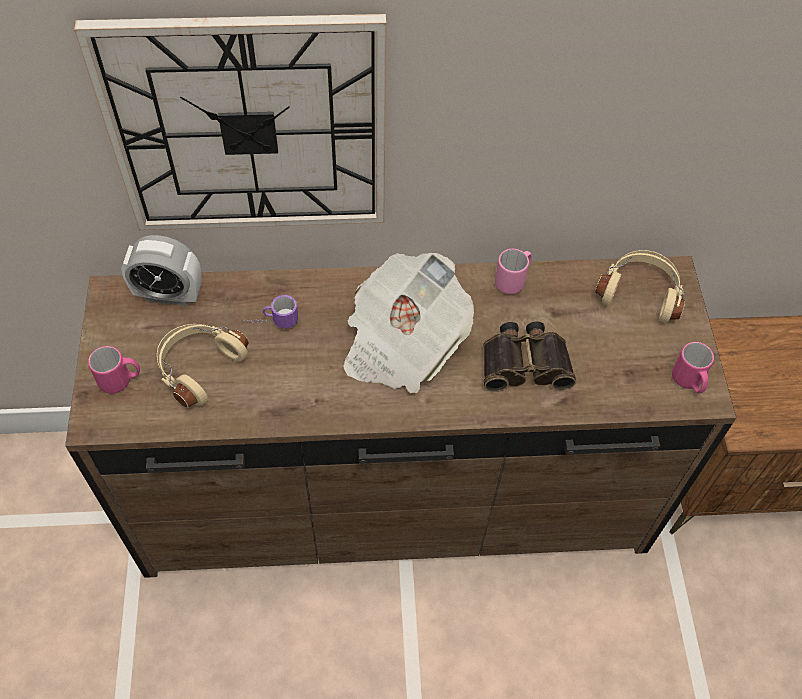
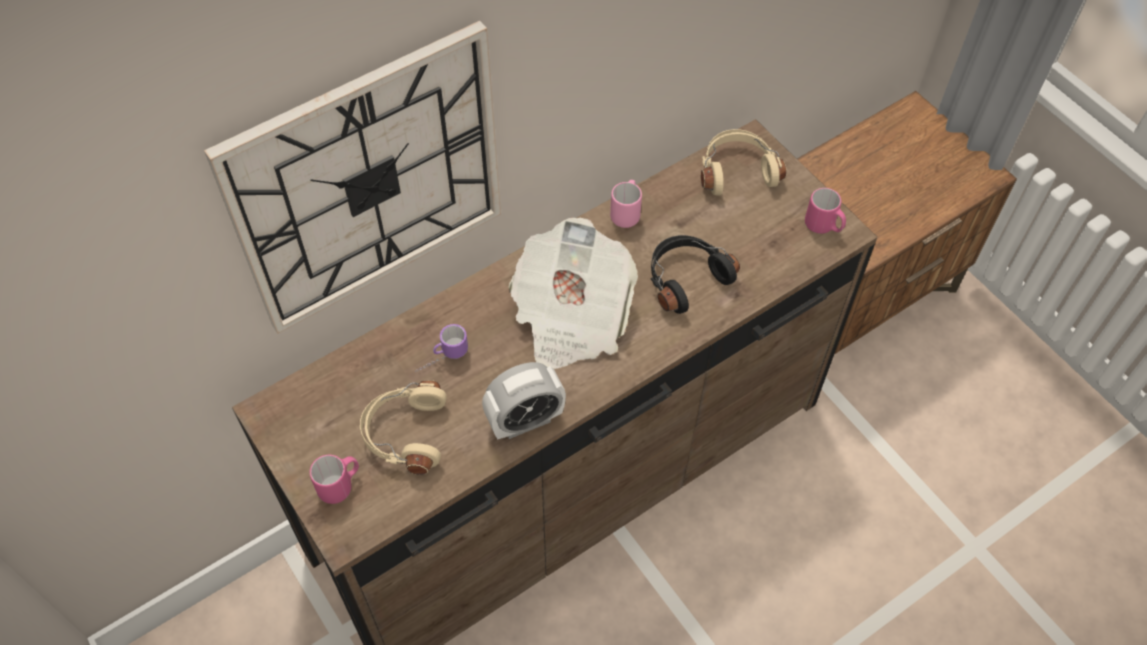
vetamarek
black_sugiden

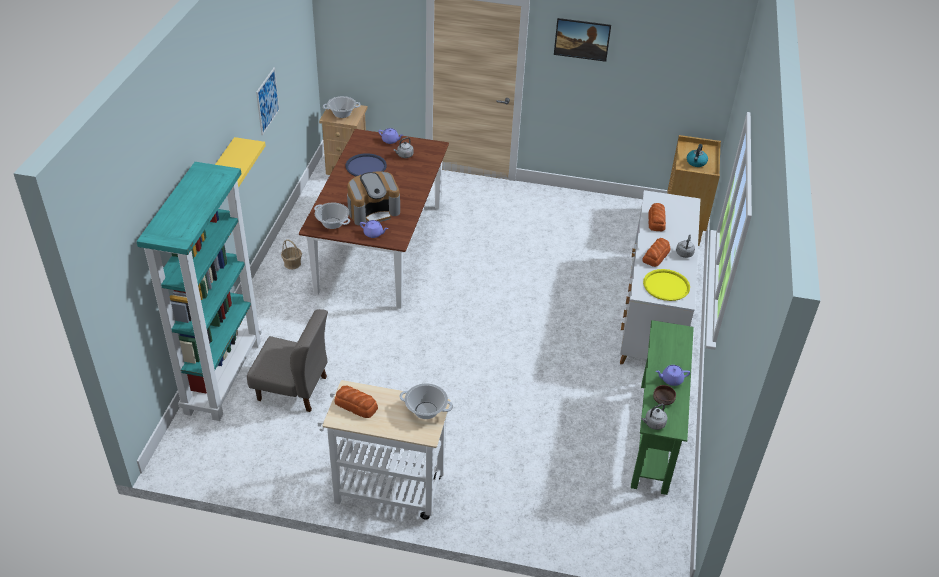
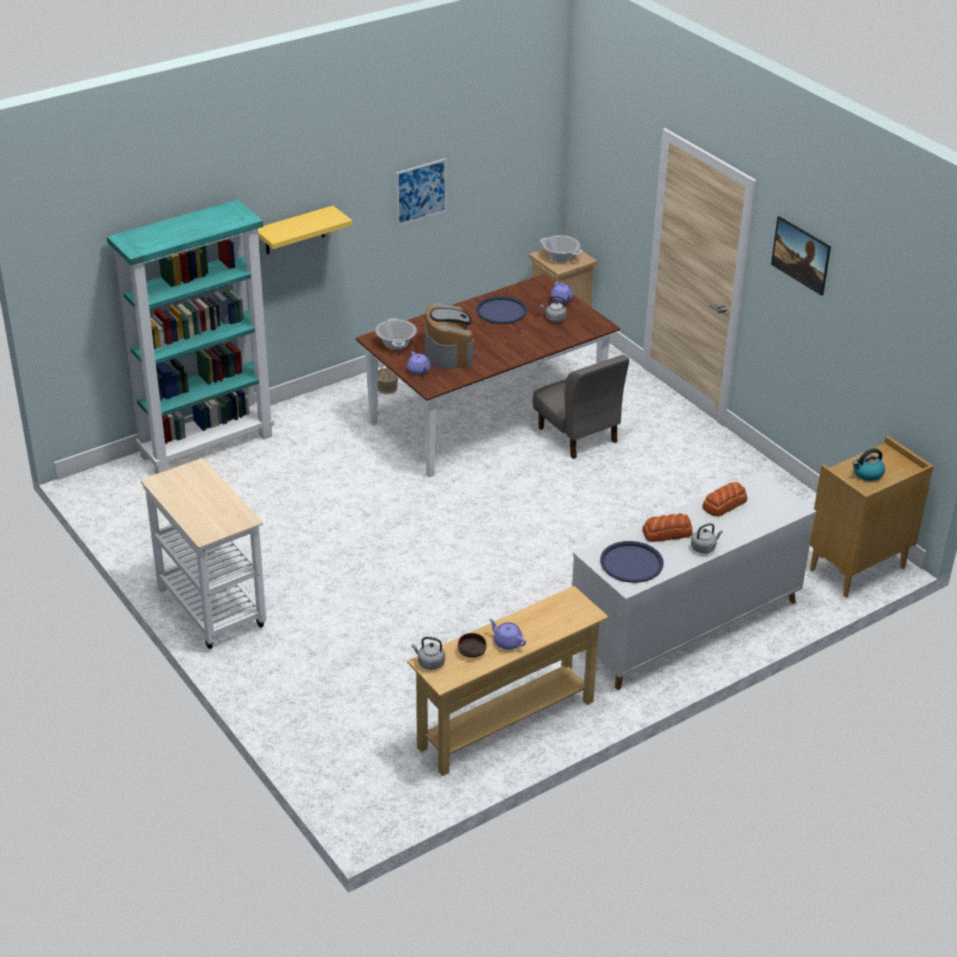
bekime
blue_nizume (2nd from left)
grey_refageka
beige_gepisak
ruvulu (3rd from left in the first image)
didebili (1st from left in the first image)

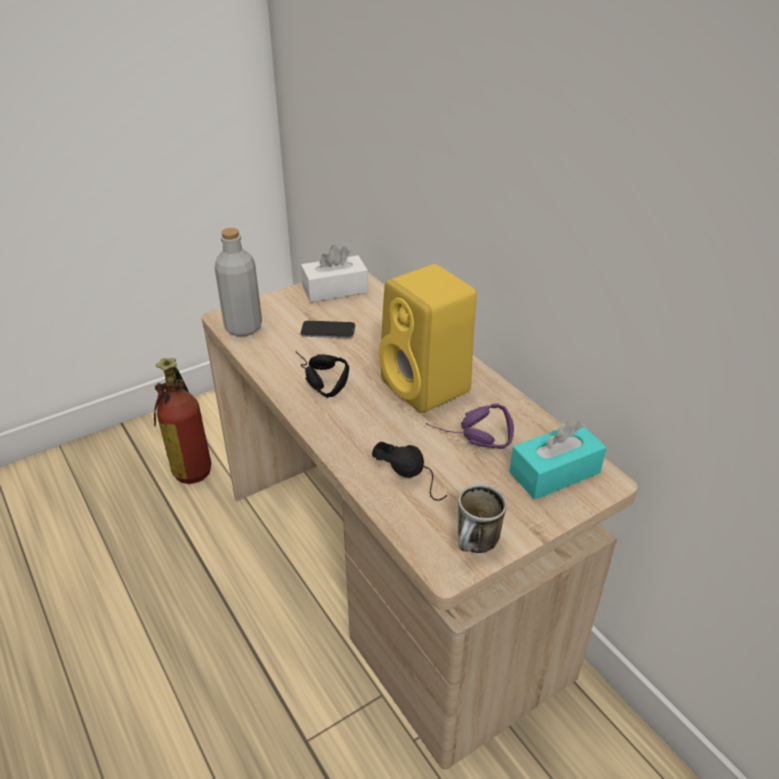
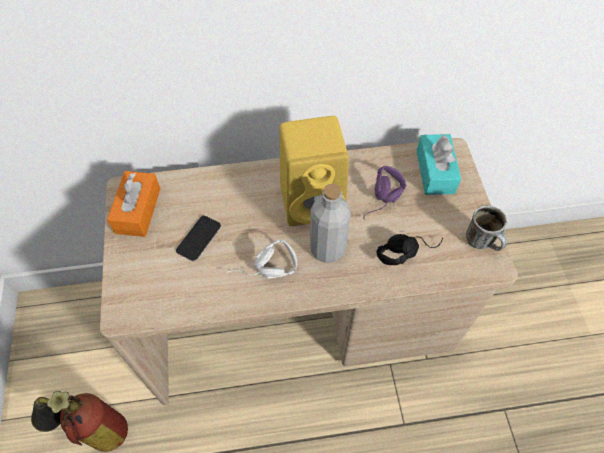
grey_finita
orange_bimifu
white_sugiden

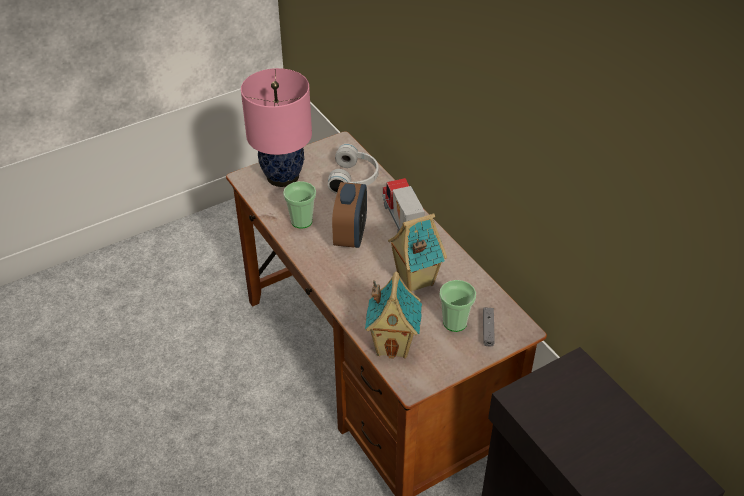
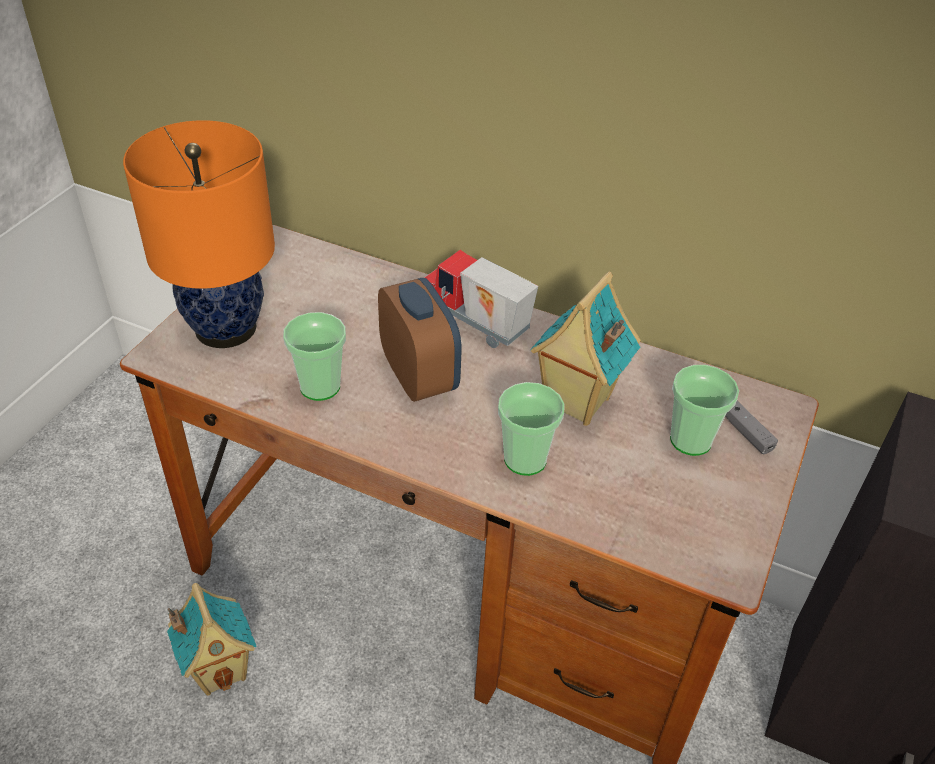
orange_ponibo
white_sugiden
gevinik (1st from left)
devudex (2nd from left)

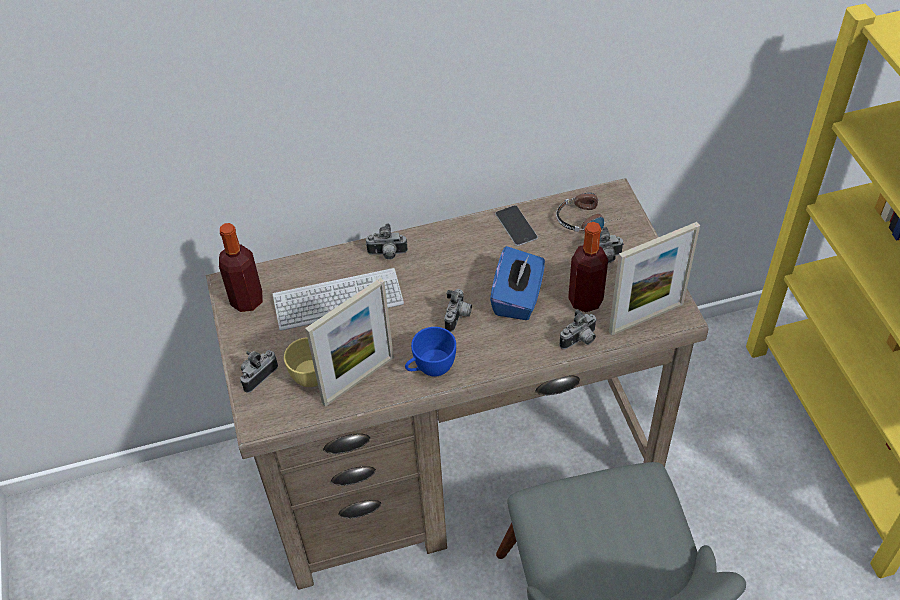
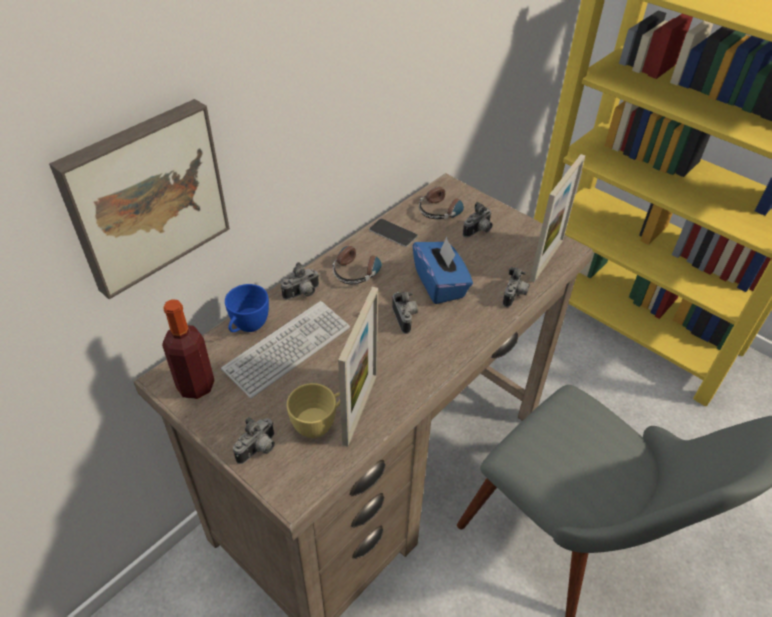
finita (2nd from left in the first image)
blue_devudex
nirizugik (1st from left)
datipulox
sugiden (1st from left)

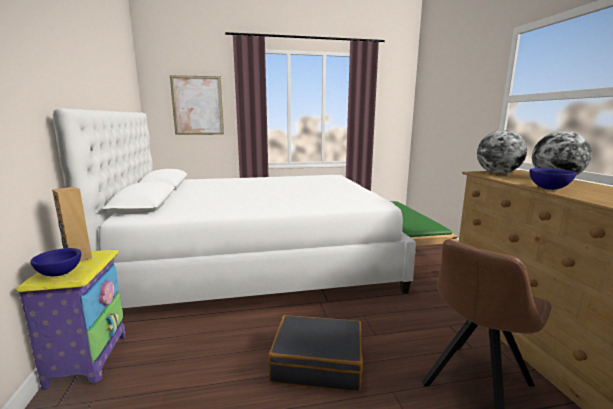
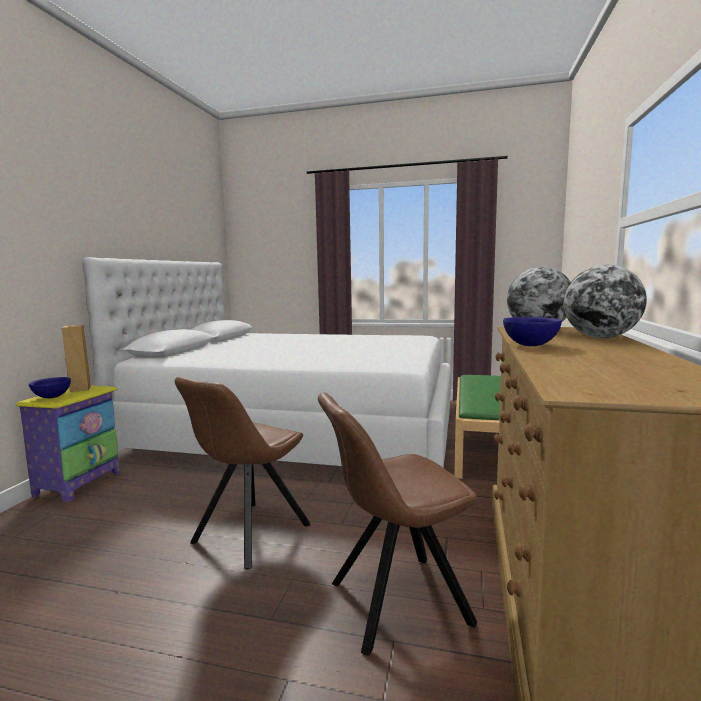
datipulox
brown_refageka (1st from left)

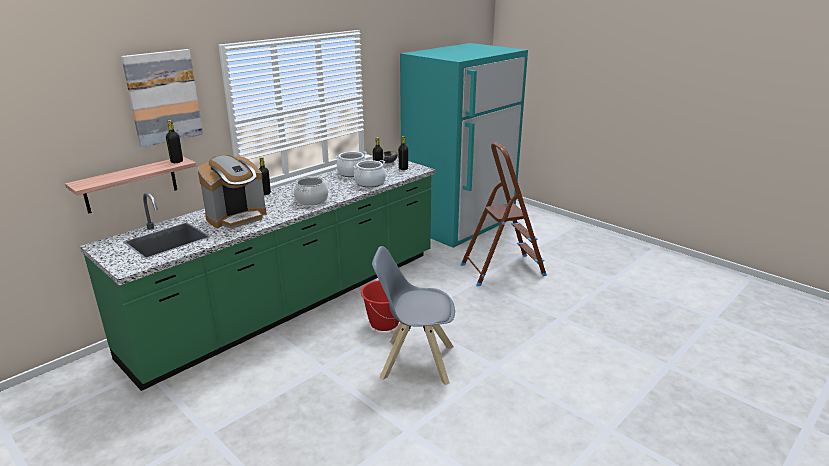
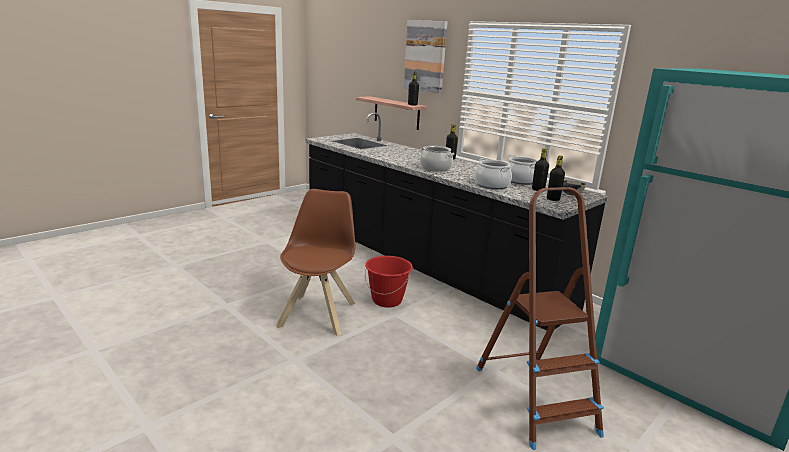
bekime
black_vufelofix
brown_refageka

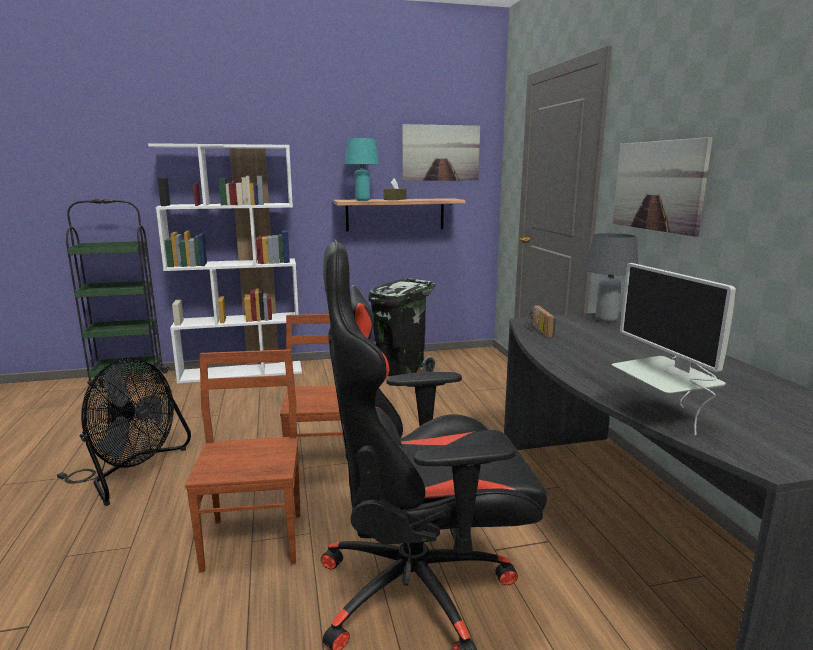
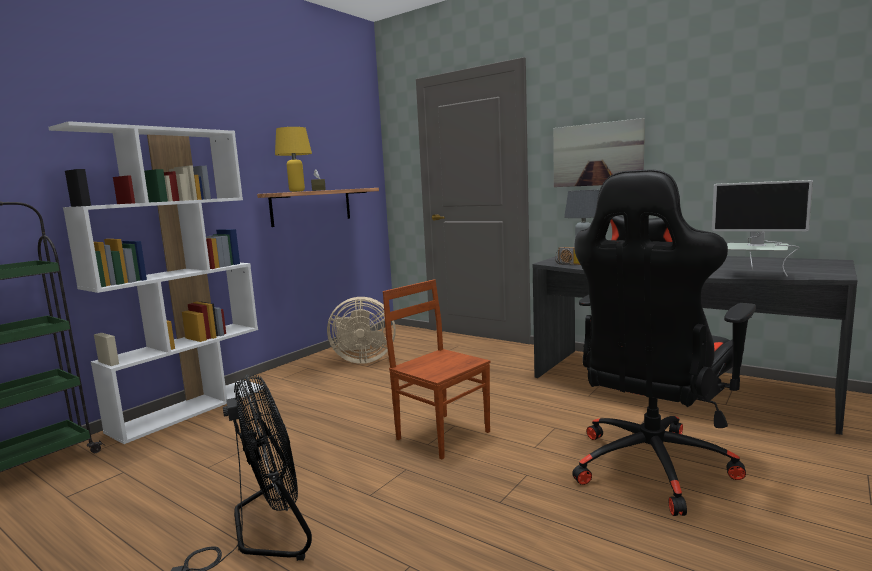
datipulox (1st from left in the first image)
yellow_ponibo
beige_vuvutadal
brown_refageka (1st from left in the first image)

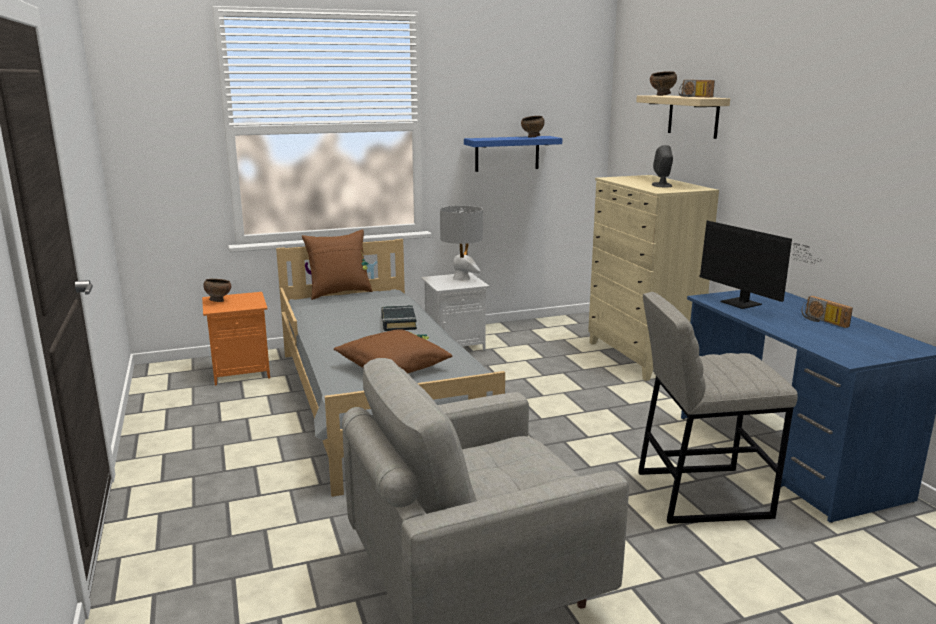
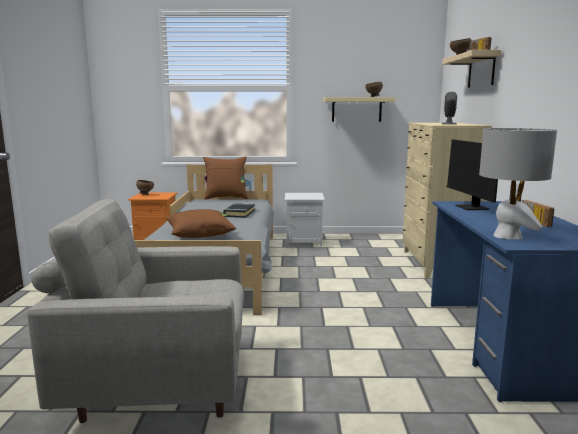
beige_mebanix (1st from left)
grey_ponibo
grey_refageka

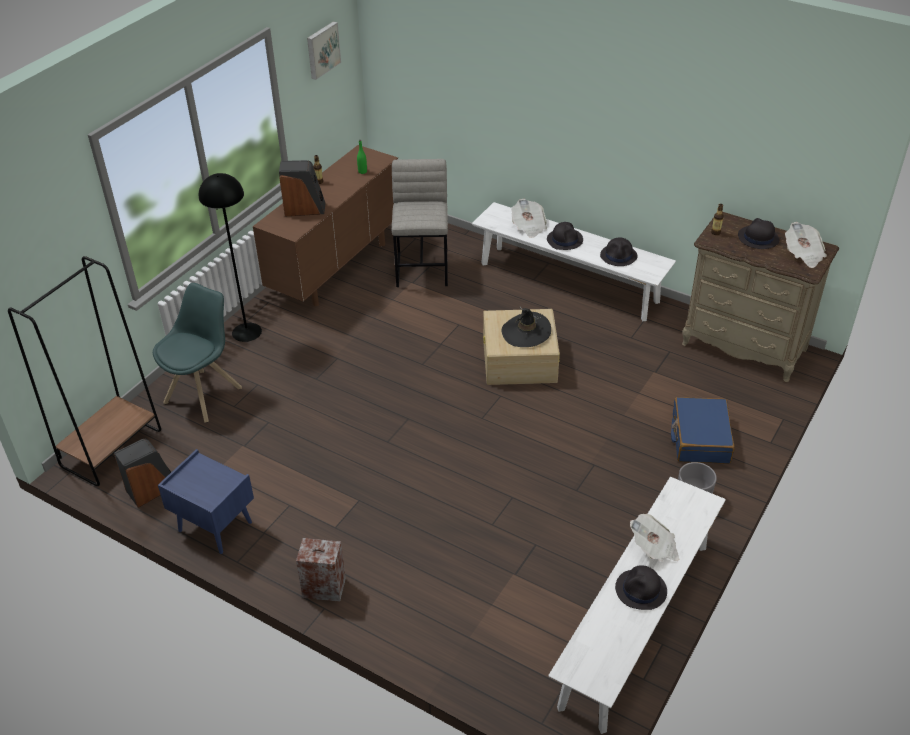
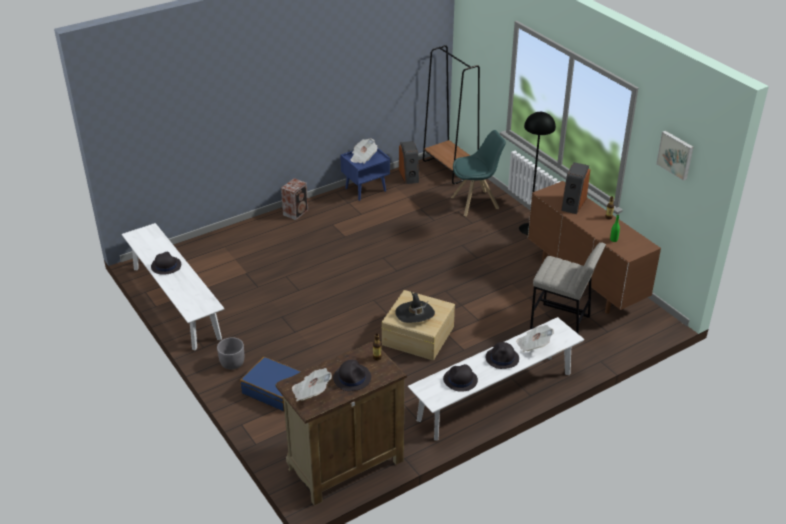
turquoise_refageka
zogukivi (2nd from left)

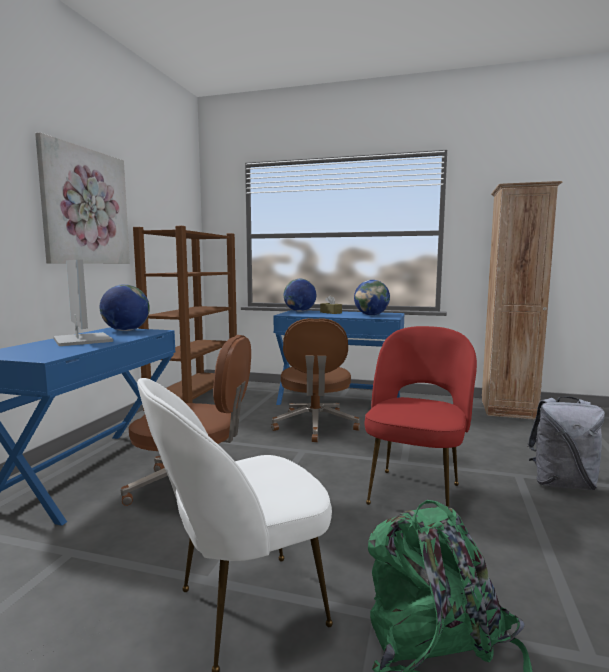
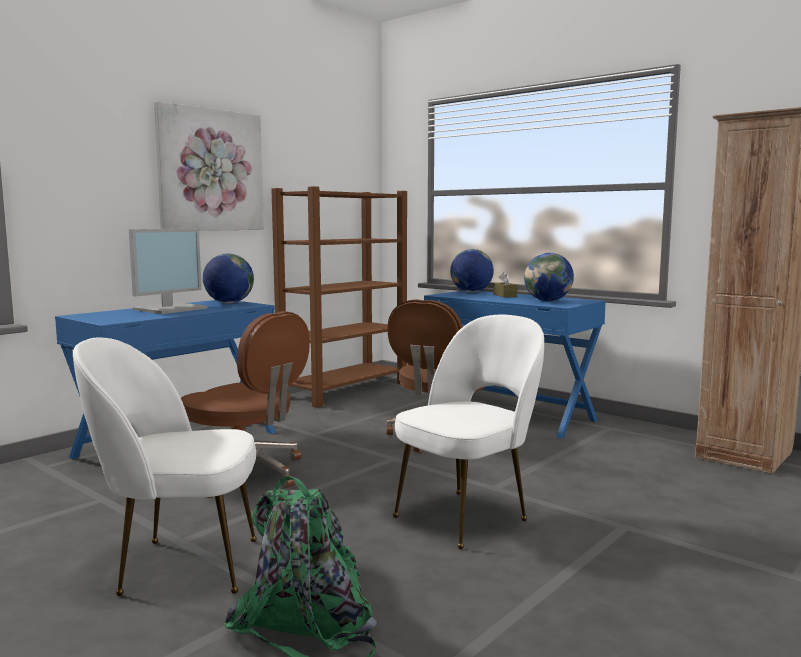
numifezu
white_refageka (2nd from left)
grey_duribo

